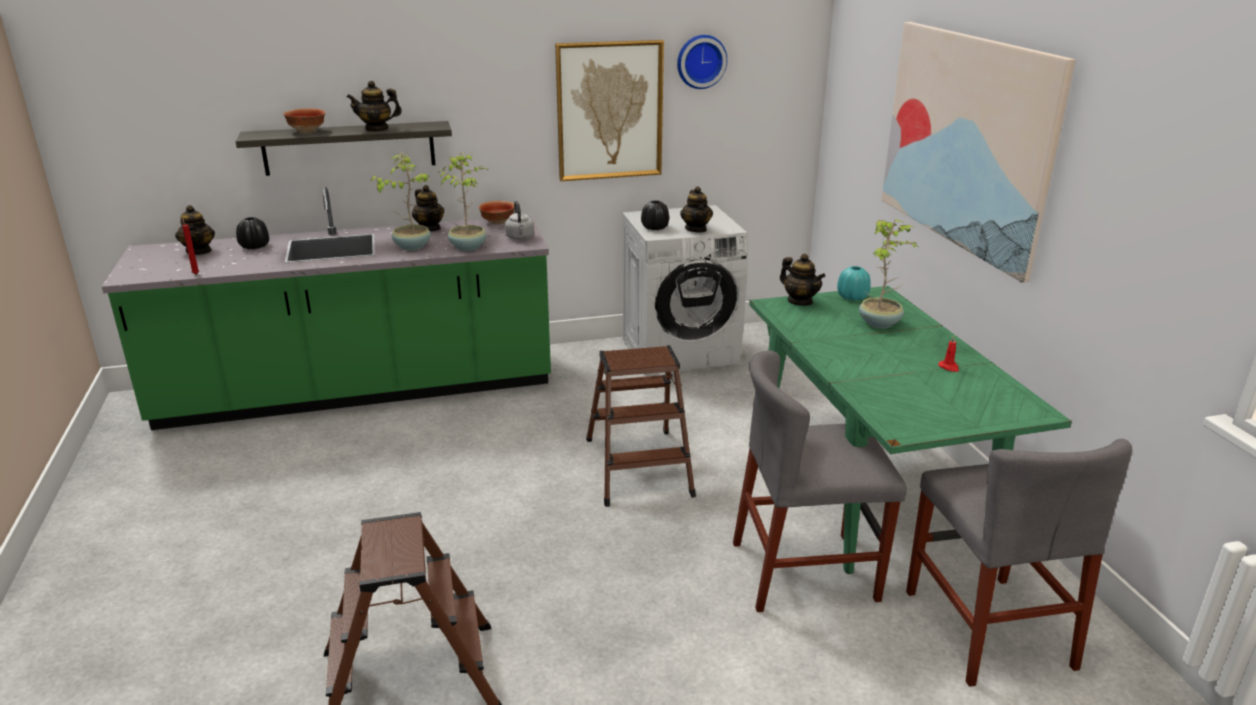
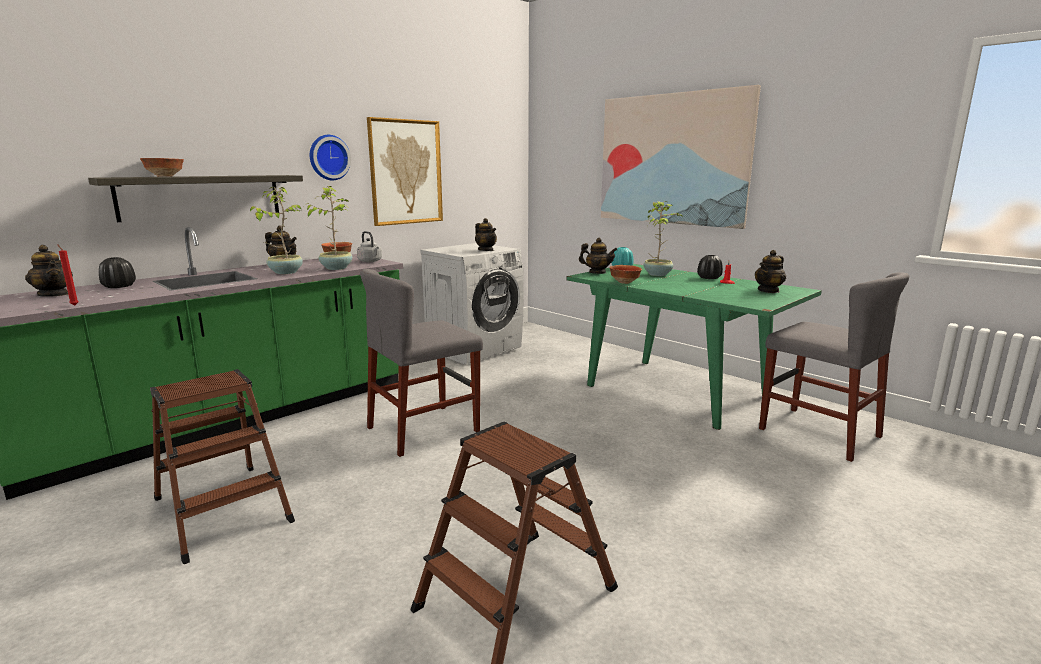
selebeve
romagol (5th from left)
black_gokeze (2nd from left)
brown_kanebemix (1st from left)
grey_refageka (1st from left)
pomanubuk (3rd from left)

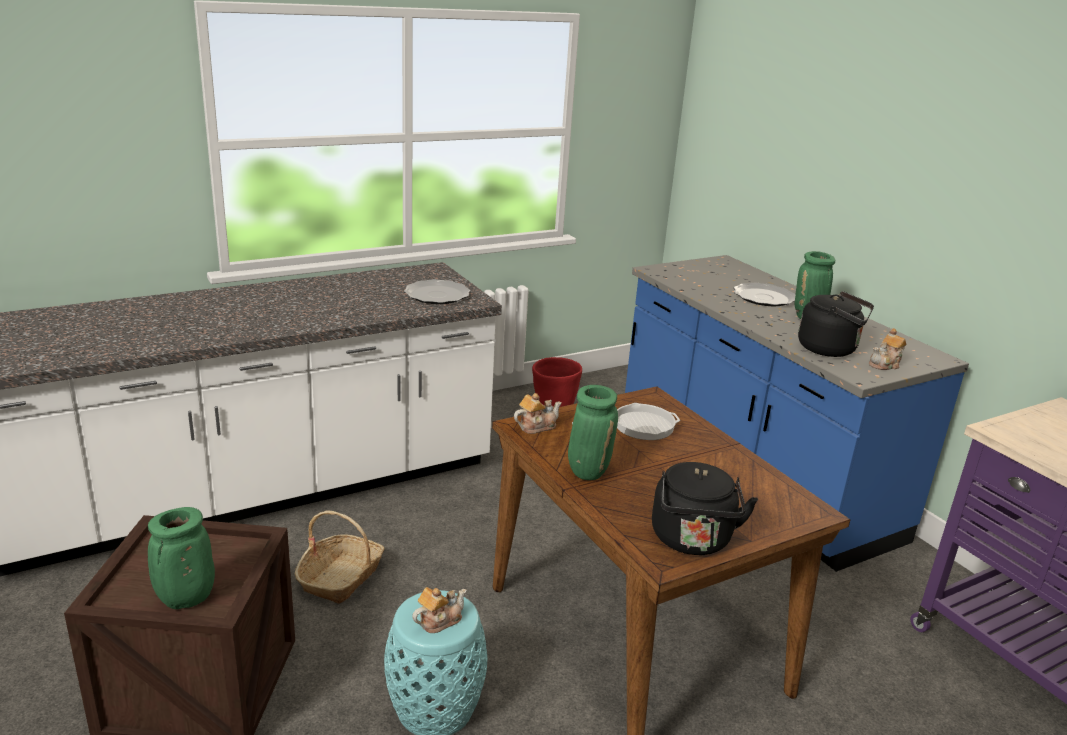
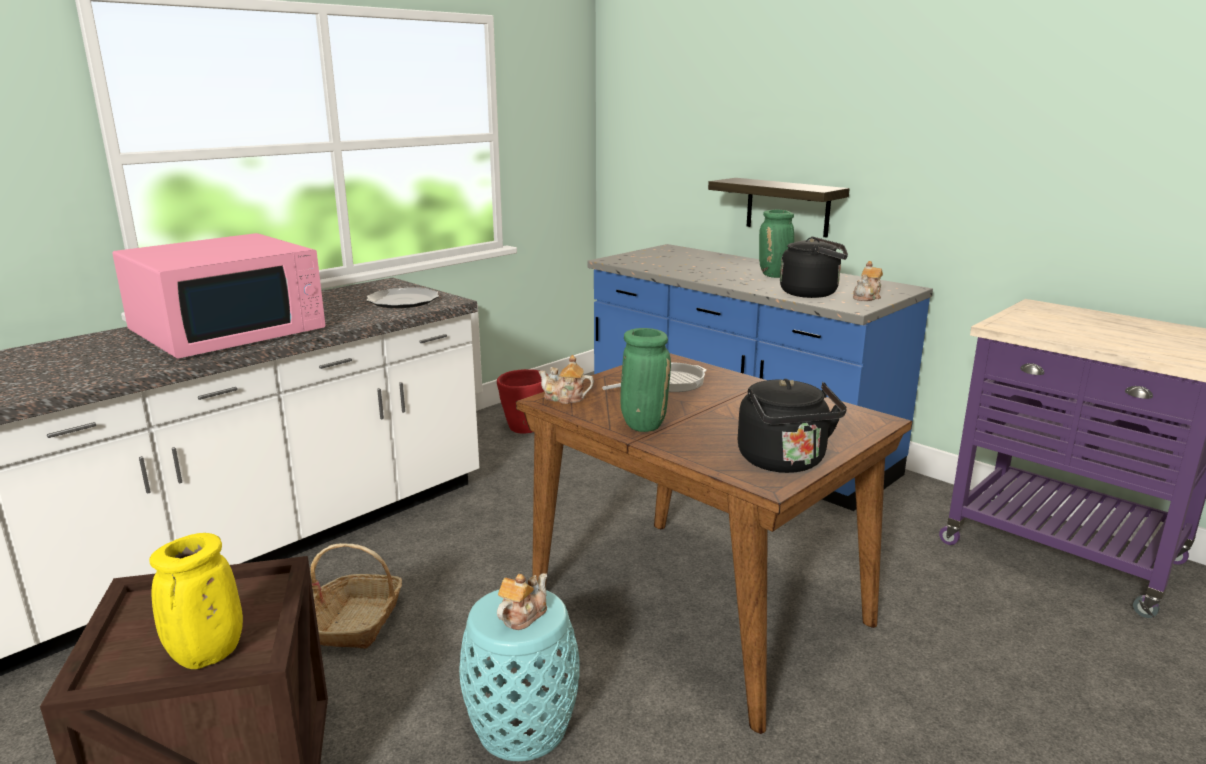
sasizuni (2nd from left in the first image)
romagol (2nd from left)
yellow_gokeze
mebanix
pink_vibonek

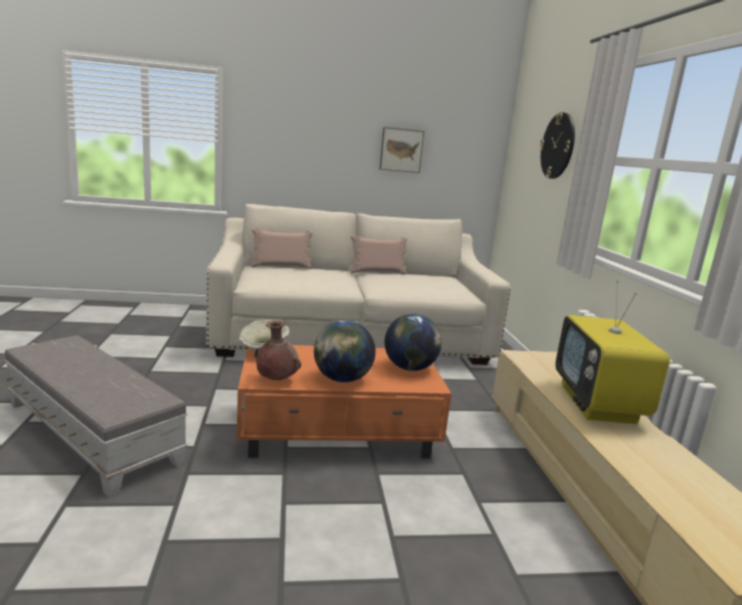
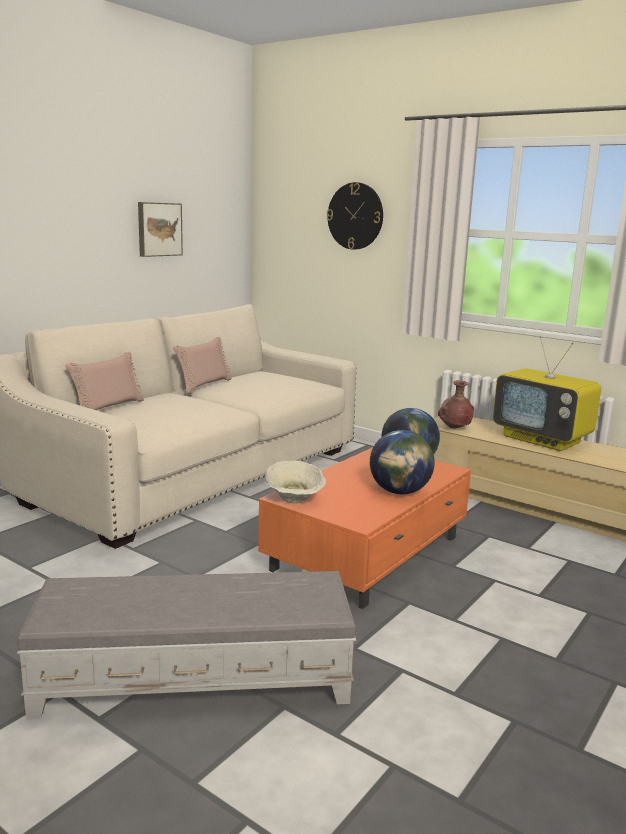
brown_gokeze

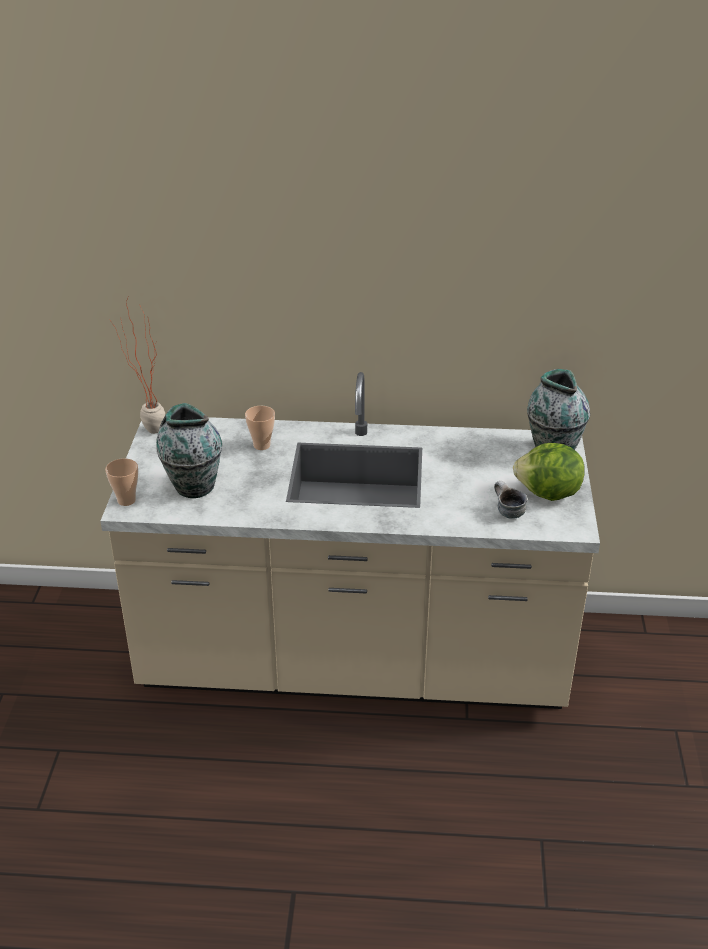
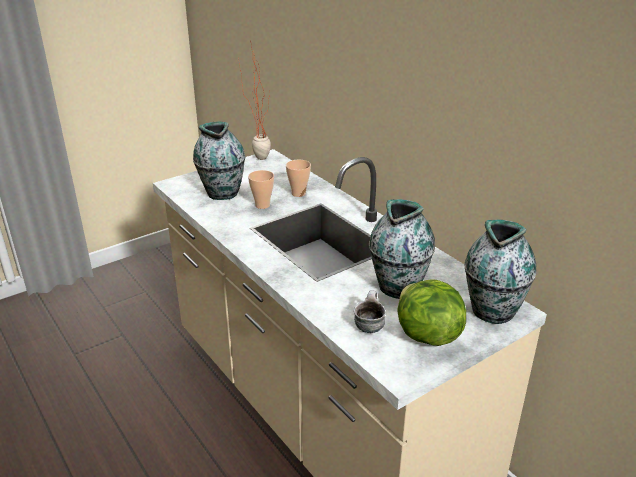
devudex (1st from left)
gokeze (2nd from left)

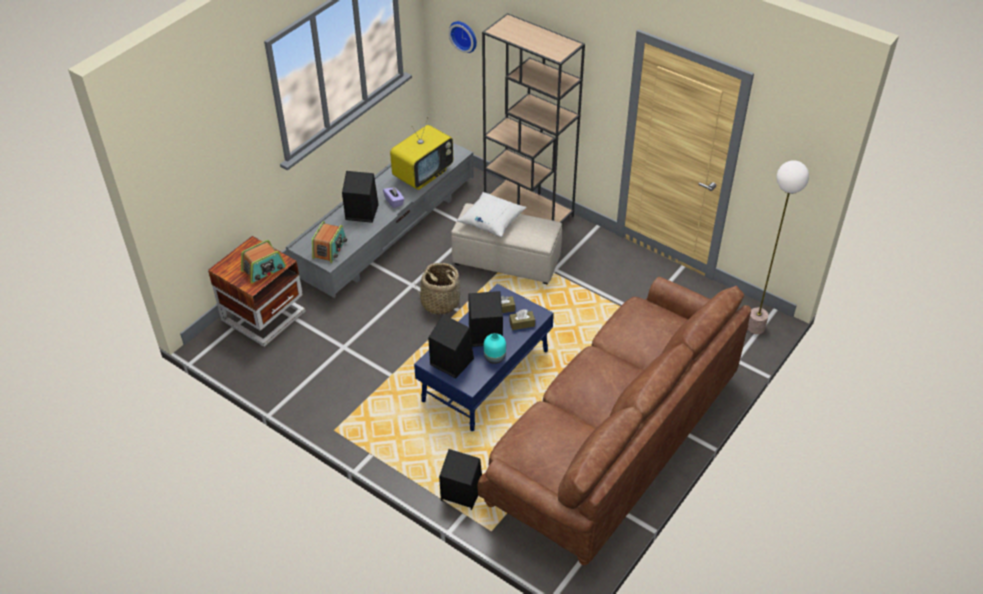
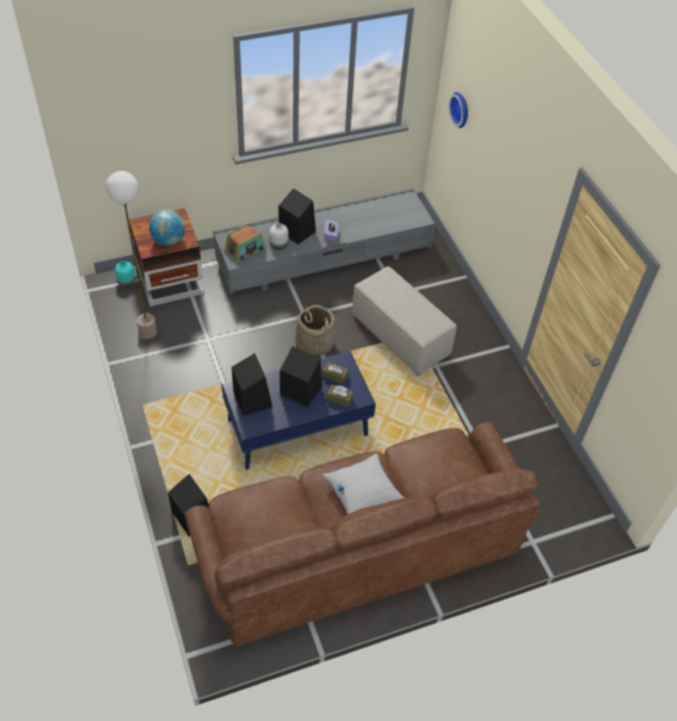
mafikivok
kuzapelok
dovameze
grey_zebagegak
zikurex
turquoise_gokeze
white_gokeze

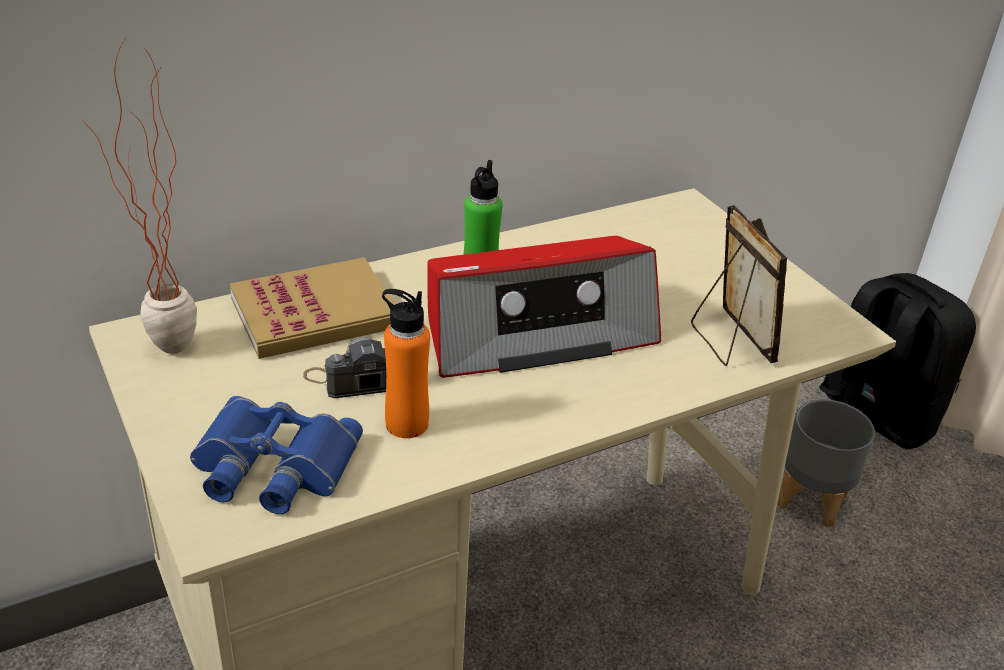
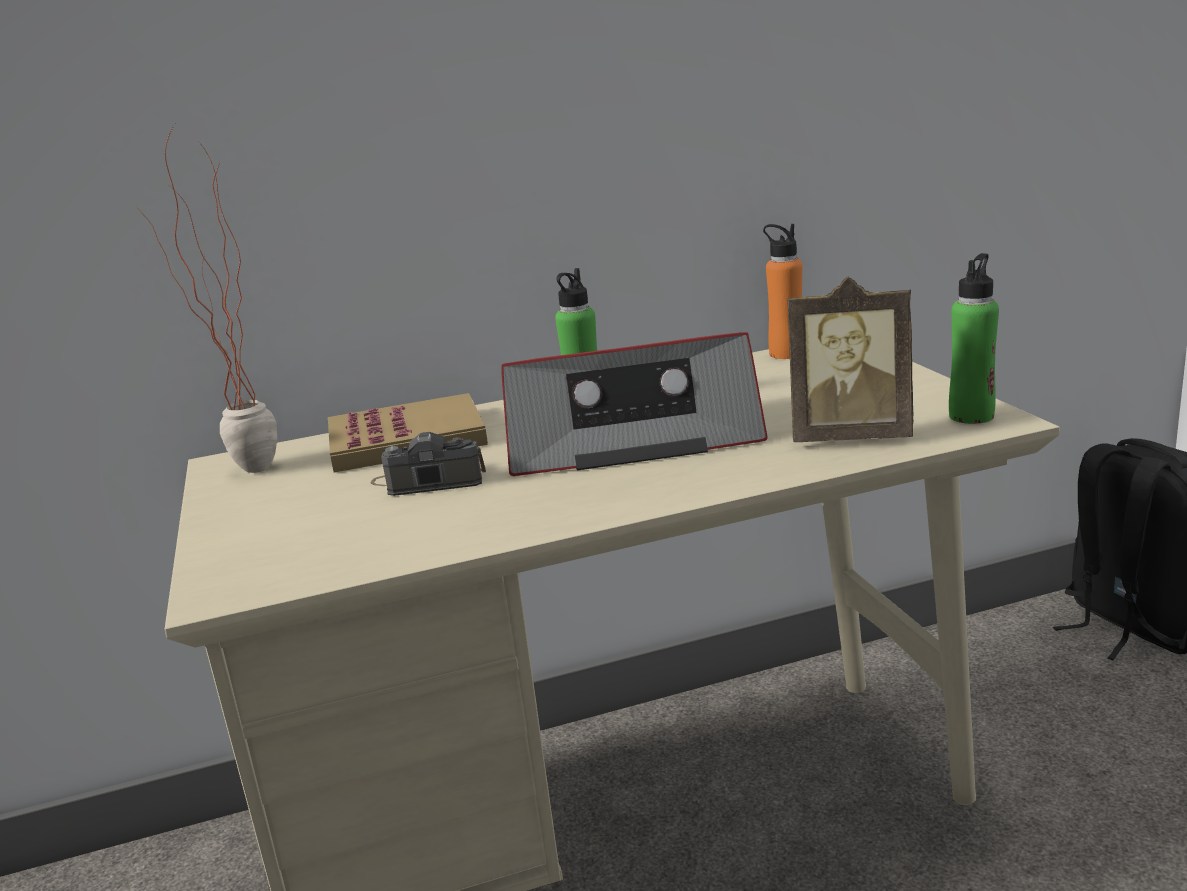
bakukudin
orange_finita
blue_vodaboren
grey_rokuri
green_finita (2nd from left)

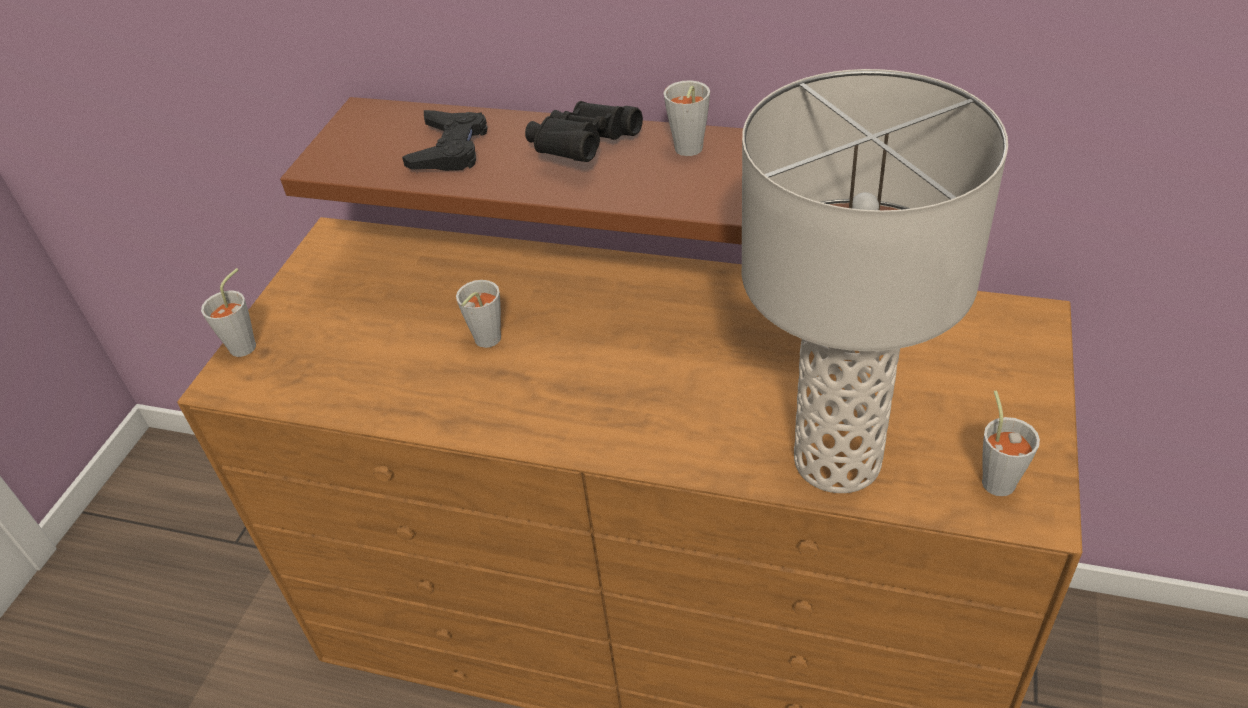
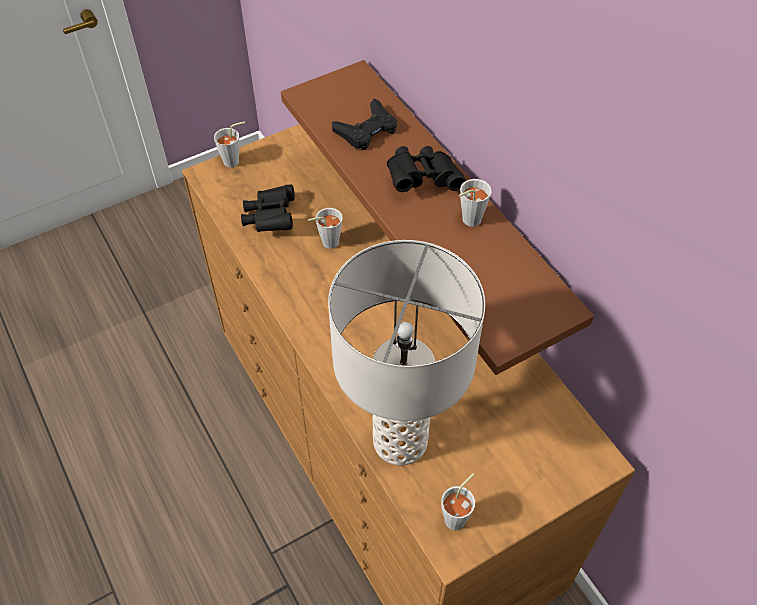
black_vodaboren (1st from left)

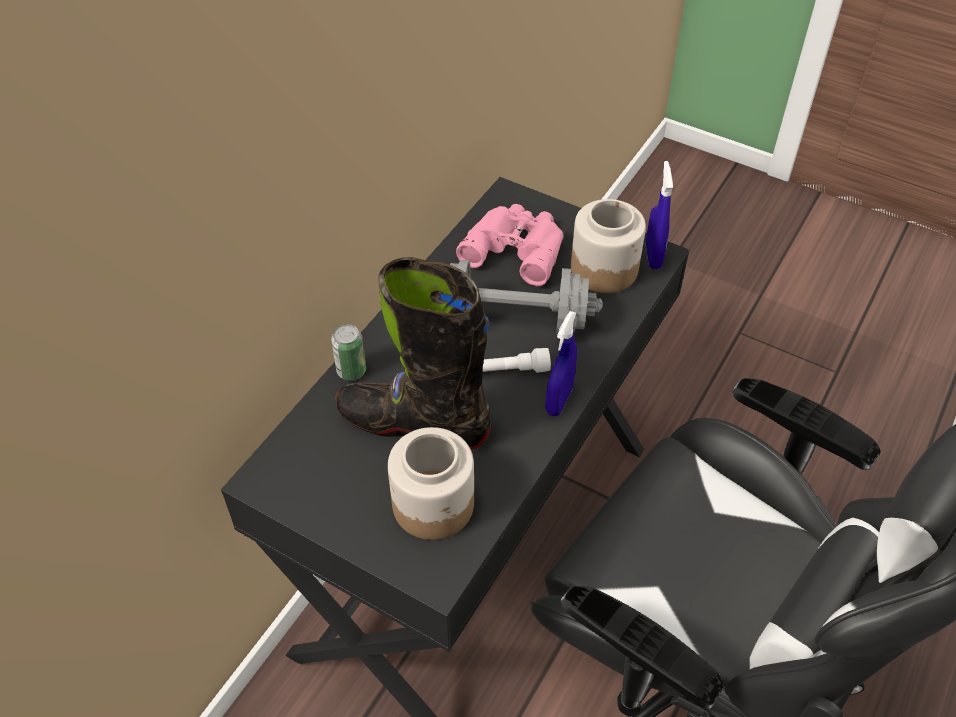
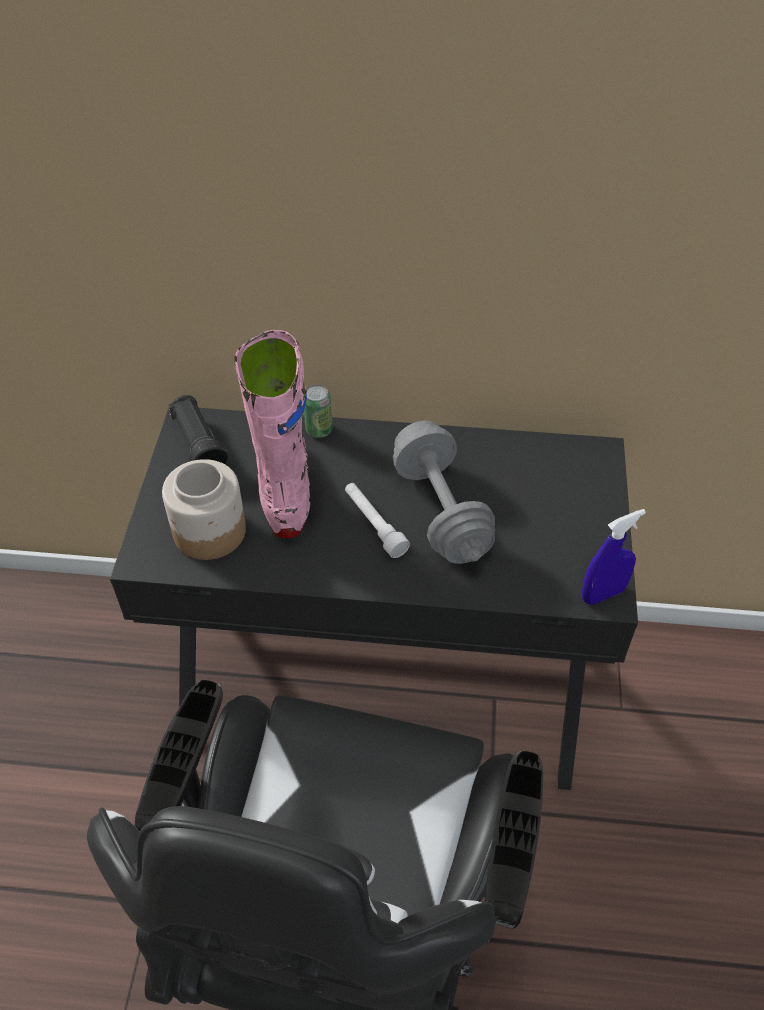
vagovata (2nd from left in the first image)
pink_vodaboren
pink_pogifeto
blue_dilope (1st from left in the first image)
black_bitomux

